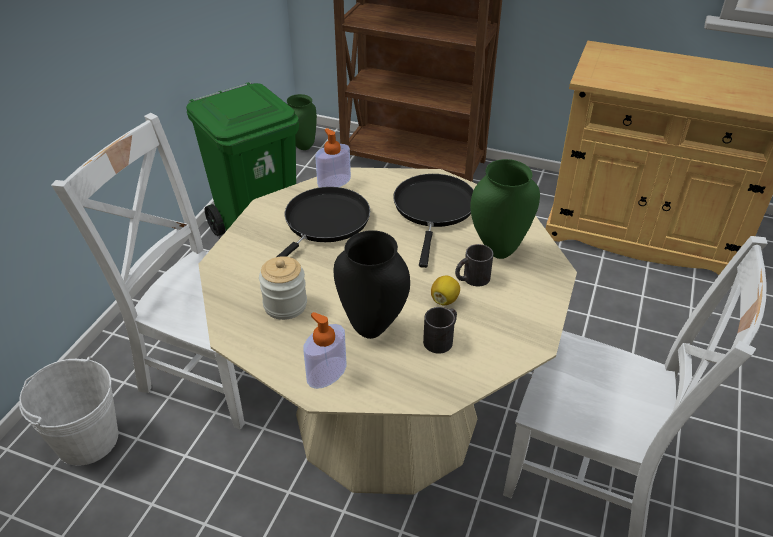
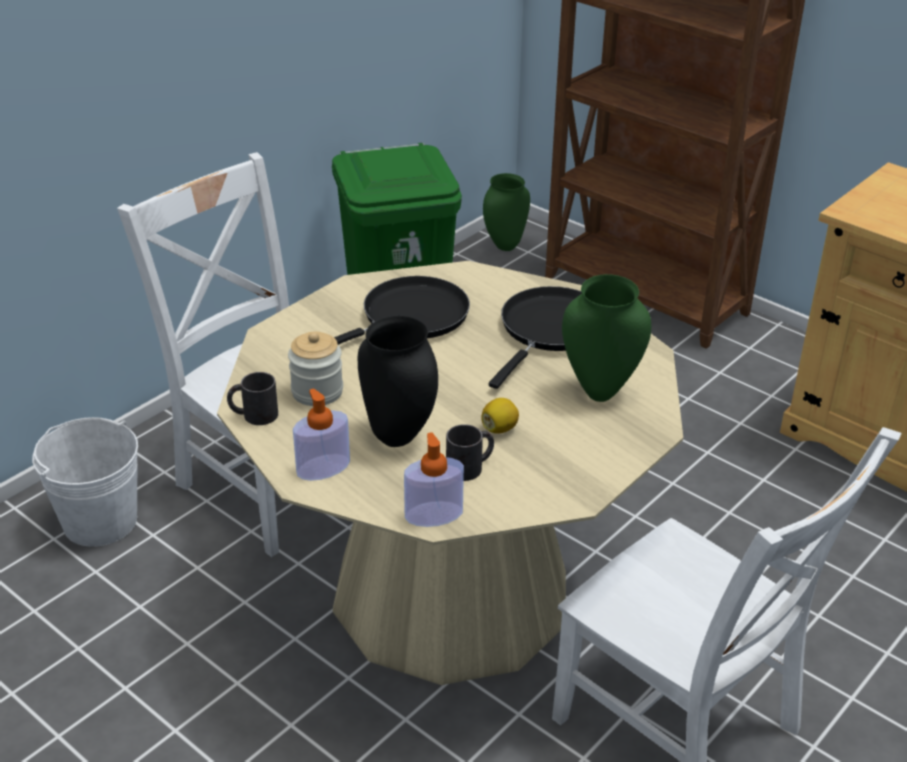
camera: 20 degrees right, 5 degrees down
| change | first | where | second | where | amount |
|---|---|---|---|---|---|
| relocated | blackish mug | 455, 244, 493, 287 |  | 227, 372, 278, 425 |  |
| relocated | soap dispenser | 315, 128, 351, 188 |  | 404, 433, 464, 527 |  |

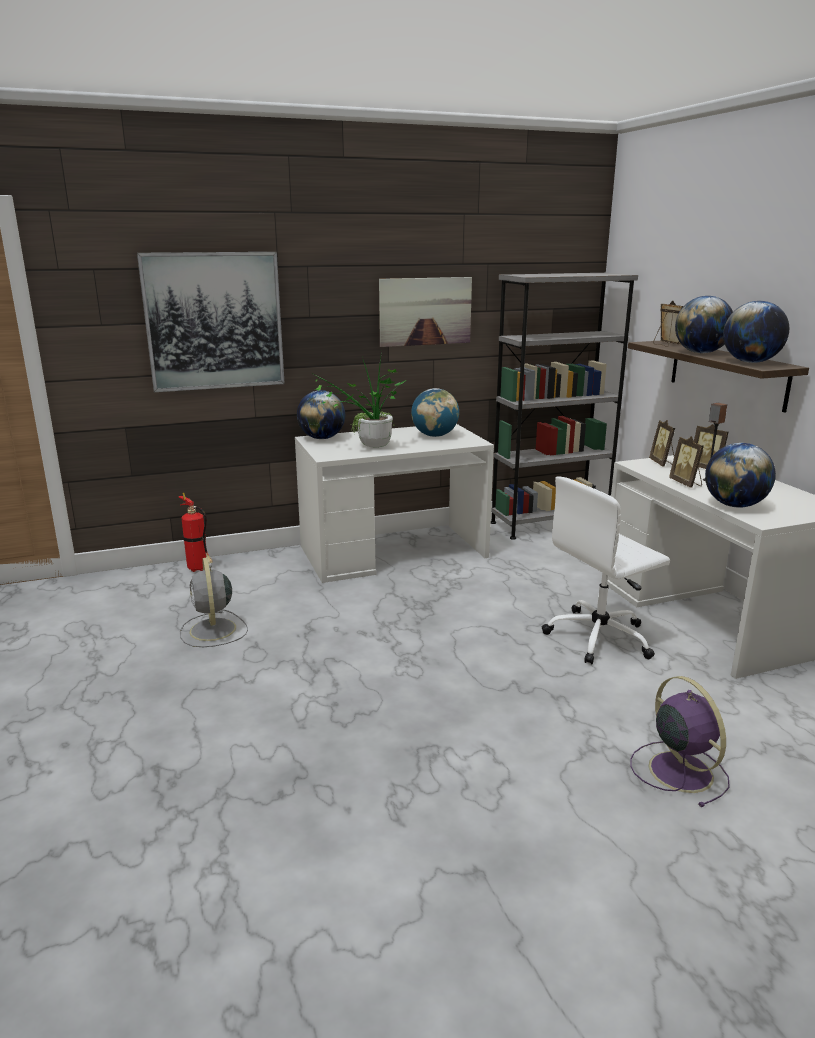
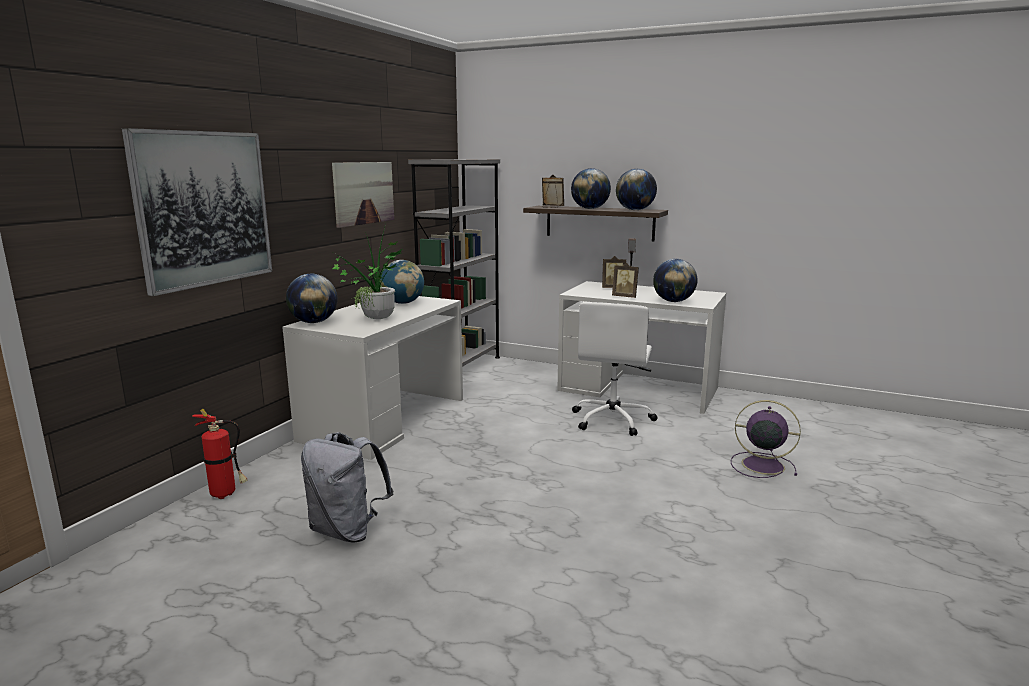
camera: 45 degrees left, 5 degrees down
| change | first | where | second | where | amount |
|---|---|---|---|---|---|
| exchanged | gray cooling fan | 180, 558, 248, 647 | gray backpack | 301, 432, 393, 543 |  |
| missing | picture frame | 649, 420, 675, 467 |  |  |  |

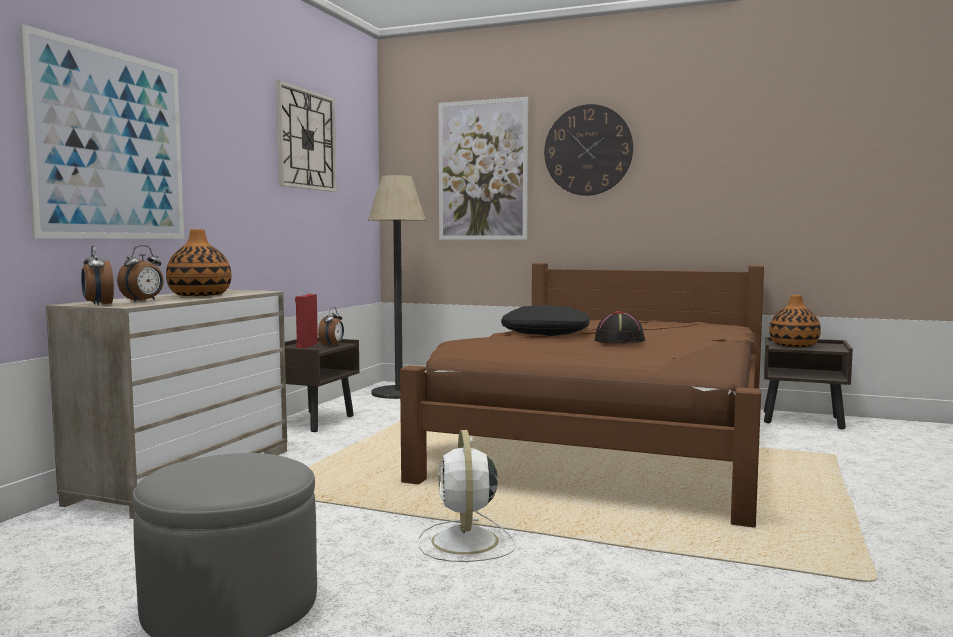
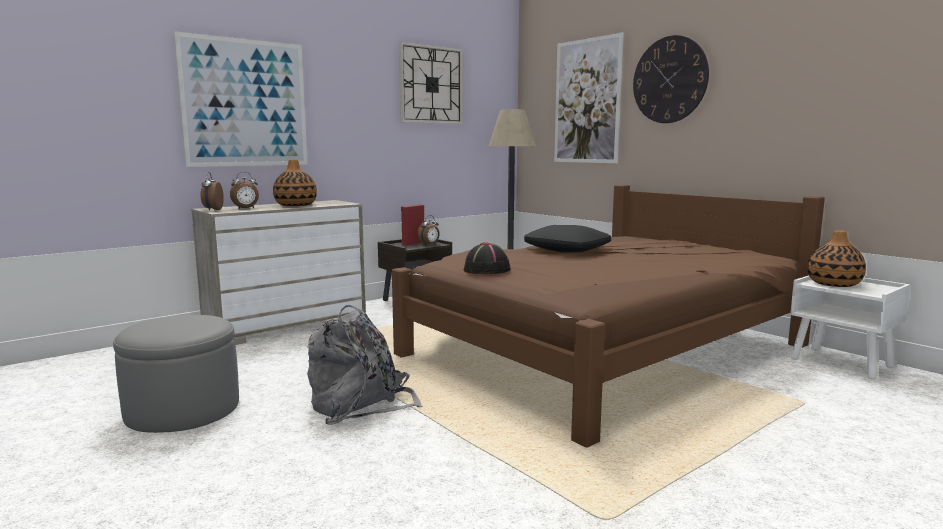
camera: 30 degrees right, 5 degrees up
| change | first | where | second | where | amount |
|---|---|---|---|---|---|
| exchanged | whitish cooling fan | 418, 430, 516, 562 | gray backpack | 307, 305, 423, 425 |  |
| relocated | blackish clothing hat | 595, 311, 645, 343 |  | 464, 242, 511, 274 |  |
| colour | brown nightstand | 764, 337, 853, 429 | whitish nightstand | 790, 275, 910, 379 |  |

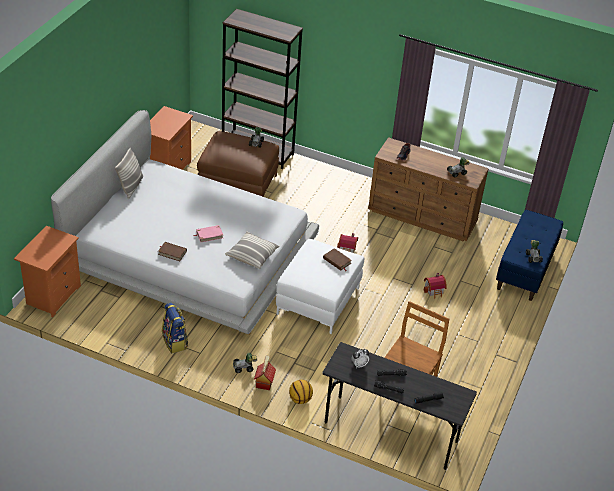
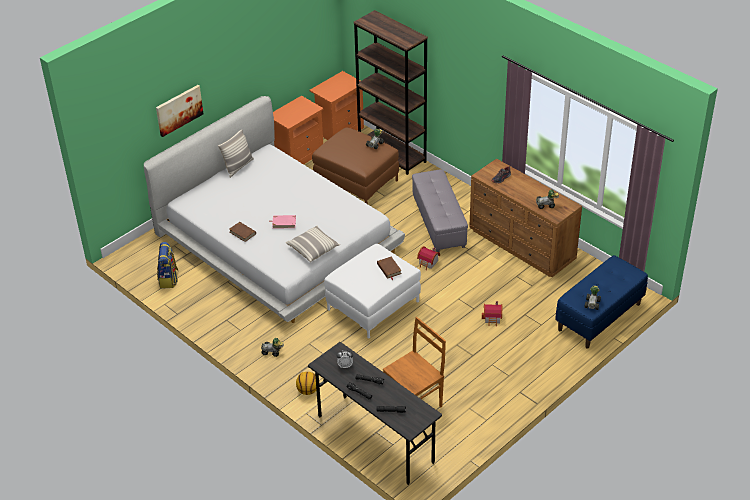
camera: 25 degrees right, 0 degrees up
| change | first | where | second | where | amount |
|---|---|---|---|---|---|
| appeared |  |  | wall picture | 156, 85, 203, 137 |  |
| relocated | backpack | 162, 302, 188, 353 |  | 157, 242, 179, 288 |  |
| relocated | orange nightstand | 14, 226, 81, 318 |  | 309, 71, 364, 140 |  |
| appeared |  |  | gray footrest | 412, 169, 468, 252 |  |
| missing | miniature house | 254, 356, 276, 390 |  |  |  |

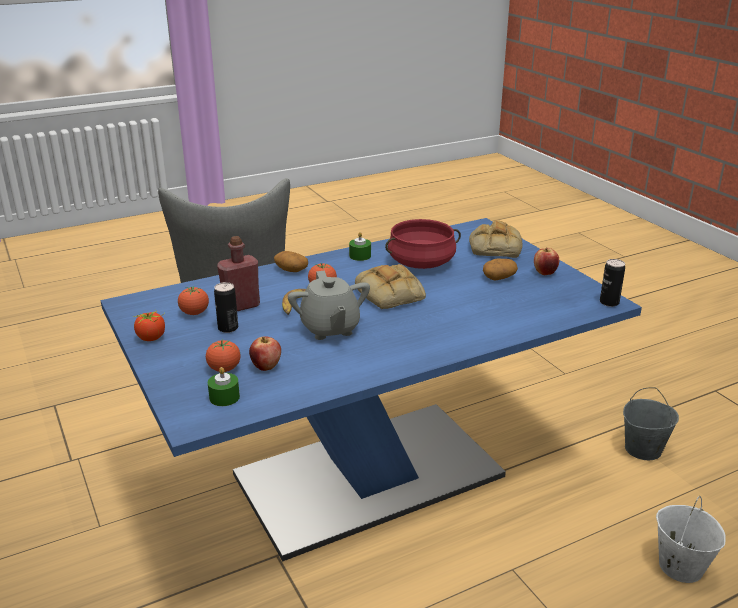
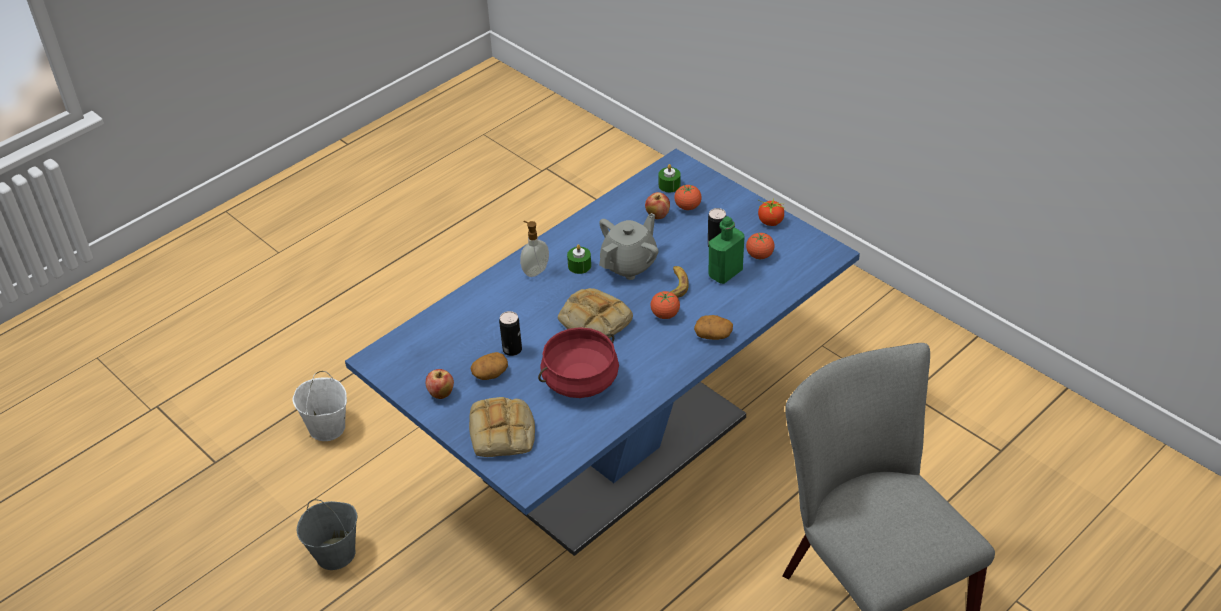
camera: 165 degrees right, 15 degrees up
| change | first | where | second | where | amount |
|---|---|---|---|---|---|
| relocated | can | 600, 259, 625, 307 |  | 499, 311, 522, 356 |  |
| appeared |  |  | soap dispenser | 520, 221, 549, 277 |  |
| relocated | green candle | 349, 232, 371, 261 |  | 567, 244, 591, 274 |  |
| spun | gray teapot | 288, 271, 370, 340 |  | 599, 213, 658, 280 | 75 degrees clockwise |
| colour | red bottle | 217, 236, 260, 311 | green bottle | 708, 216, 745, 284 |  |

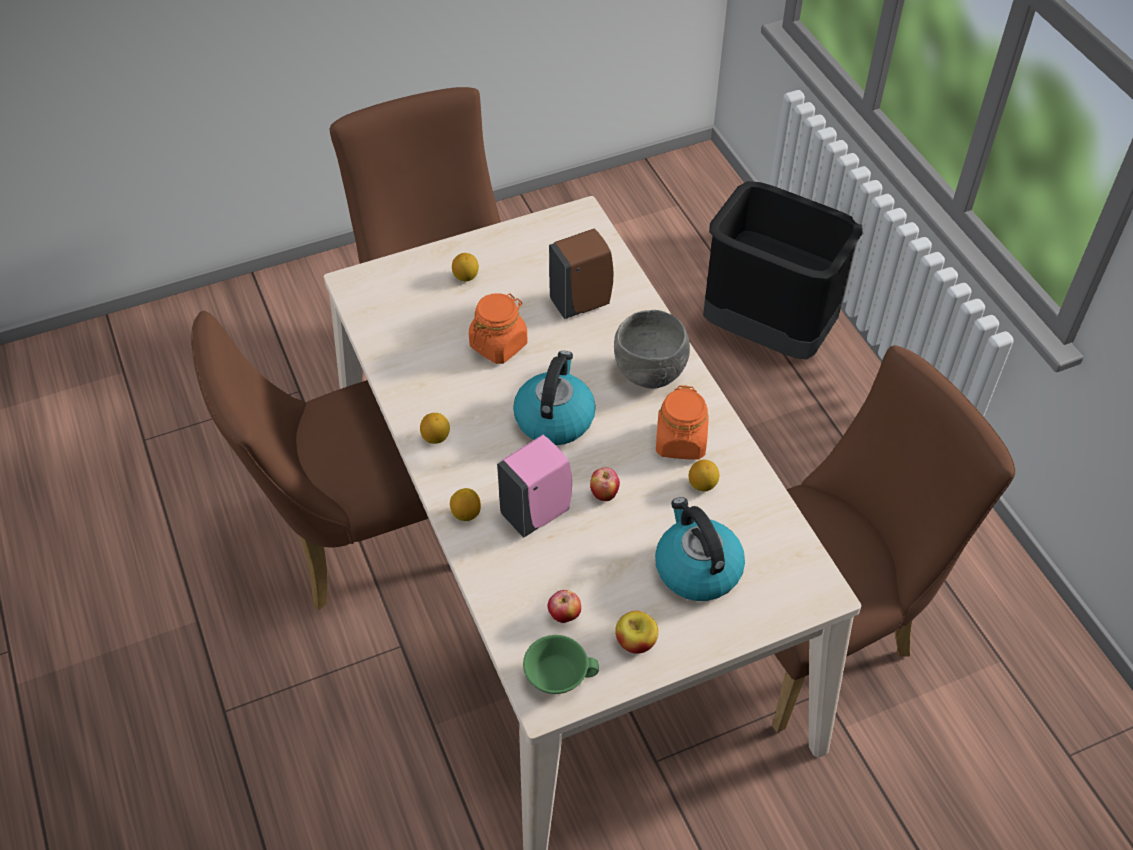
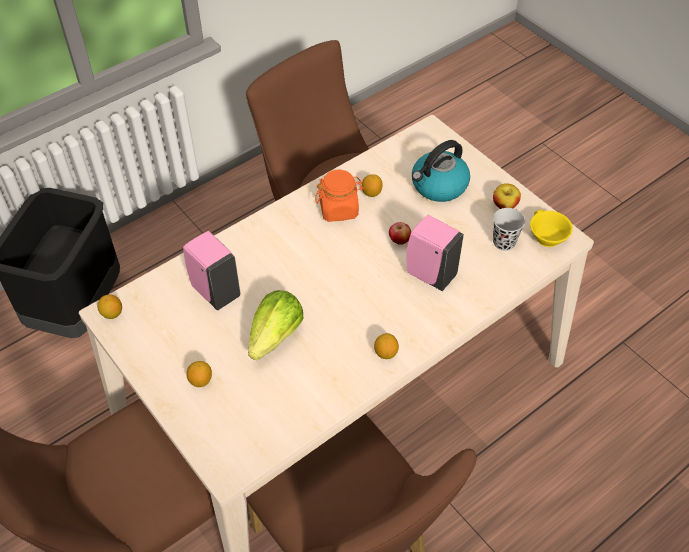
camera: 105 degrees left, 0 degrees up
| change | first | where | second | where | amount |
|---|---|---|---|---|---|
| relocated | citrus fruit | 450, 488, 481, 521 |  | 97, 294, 122, 319 |  |
| colour | brown soap dispenser | 549, 229, 614, 319 | pink-coloured soap dispenser | 183, 231, 241, 310 |  |
| exchanged | orange jar | 469, 293, 528, 364 | head of lettuce | 248, 290, 304, 360 |  |
| exchanged | apple | 548, 590, 581, 623 | blackish drinking cup | 493, 208, 525, 251 |  |
| colour | green drinking cup | 523, 635, 599, 694 | yellow drinking cup | 530, 210, 573, 247 |  |
| missing | tea kettle | 513, 351, 596, 445 |  |  |  |
| missing | gray serving bowl | 614, 310, 690, 389 |  |  |  |

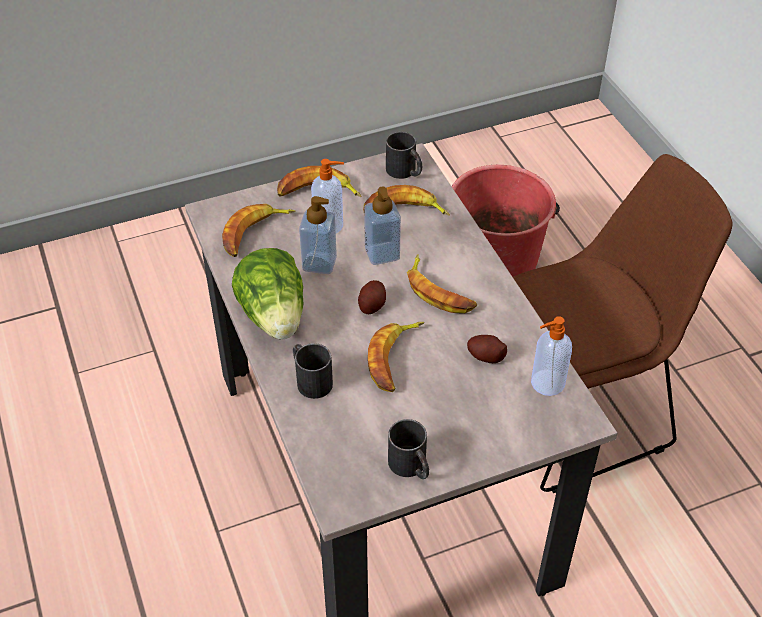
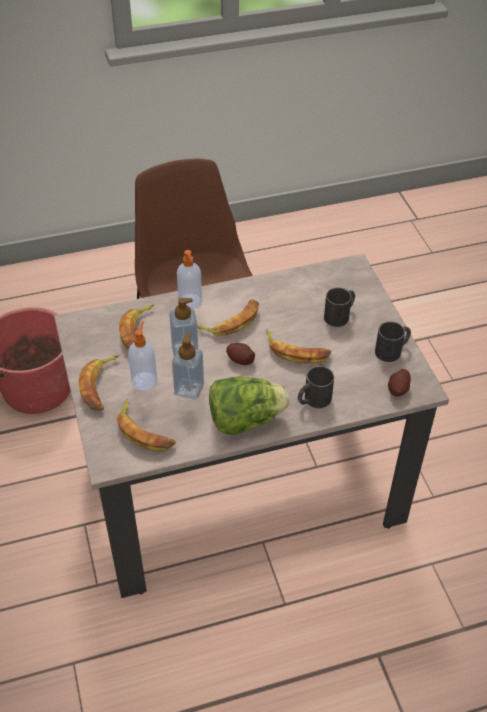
camera: 85 degrees left, 0 degrees up
| change | first | where | second | where | amount |
|---|---|---|---|---|---|
| relocated | soap dispenser | 531, 316, 572, 396 |  | 177, 250, 202, 309 |  |
| relocated | blackish mug | 386, 132, 422, 179 |  | 324, 288, 355, 327 |  |
| relocated | spud | 467, 335, 507, 363 |  | 388, 369, 411, 397 |  |

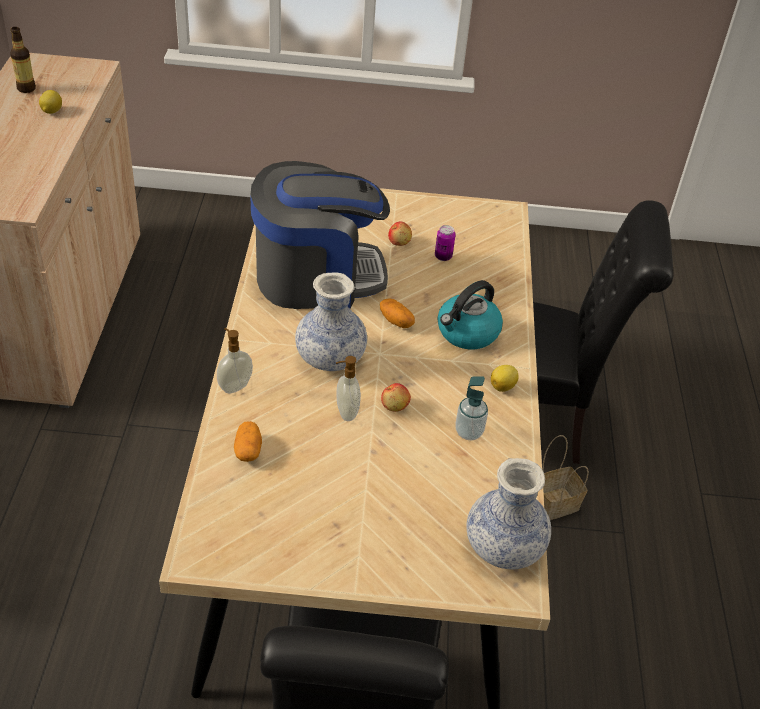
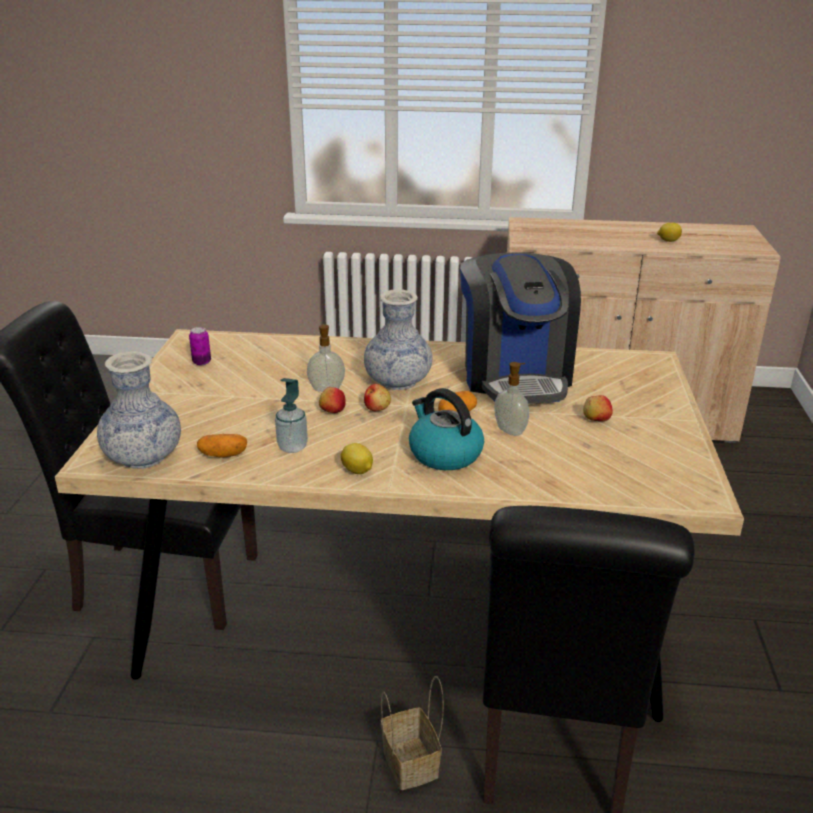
camera: 95 degrees right, 15 degrees down
| change | first | where | second | where | amount |
|---|---|---|---|---|---|
| relocated | can | 435, 225, 456, 261 |  | 189, 327, 211, 365 |  |
| relocated | spud | 234, 421, 262, 462 |  | 197, 434, 247, 458 |  |
| appeared |  |  | apple | 364, 384, 391, 411 |  |
| relocated | soap dispenser | 217, 328, 253, 393 |  | 494, 362, 529, 436 |  |
| missing | bottle | 10, 27, 36, 93 |  |  |  |

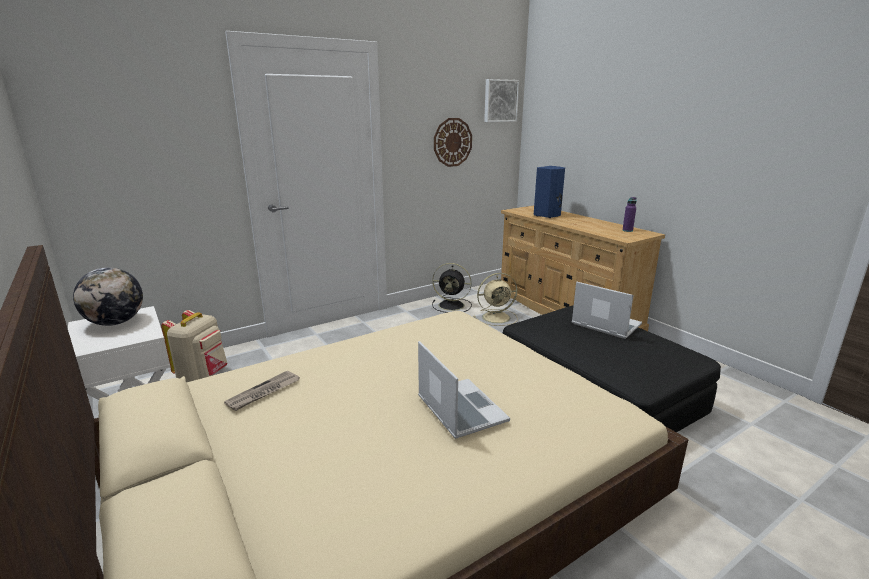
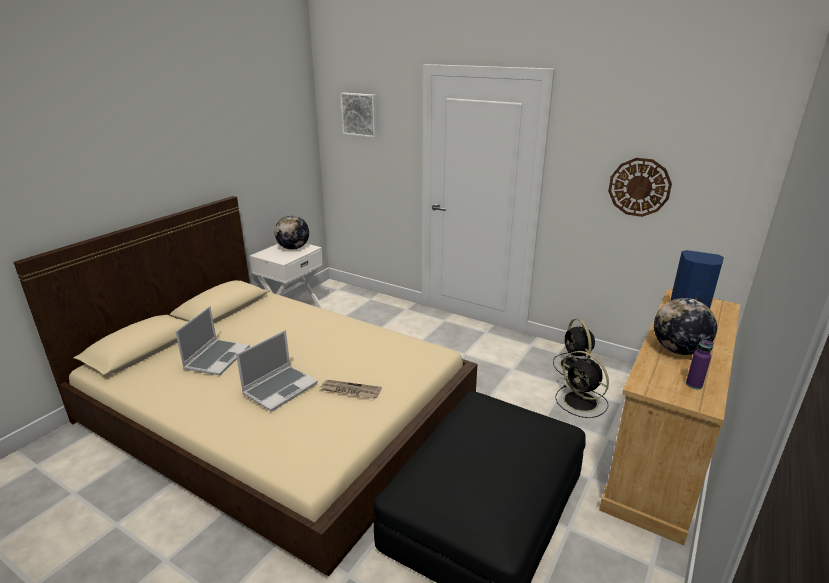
camera: 65 degrees right, 5 degrees up
| change | first | where | second | where | amount |
|---|---|---|---|---|---|
| relocated | notebook computer | 572, 282, 642, 339 |  | 175, 306, 250, 375 |  |
| relocated | newspaper | 224, 371, 300, 411 |  | 320, 380, 382, 399 |  |
| relocated | wall picture | 484, 79, 519, 122 |  | 340, 92, 377, 138 |  |
| colour | beige cooling fan | 473, 273, 518, 326 | blackish cooling fan | 555, 351, 609, 418 |  |
| appeared |  |  | globe | 654, 298, 717, 355 |  |
| missing | beige backpack | 161, 310, 228, 382 |  |  |  |

